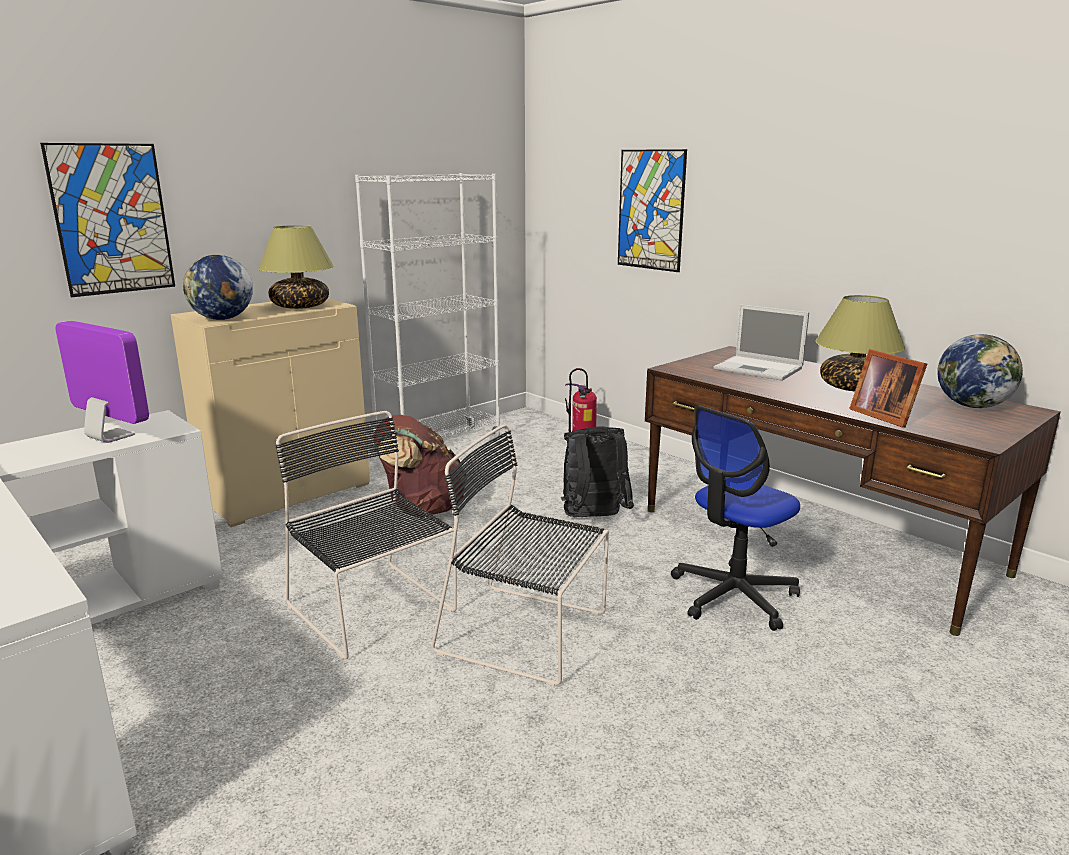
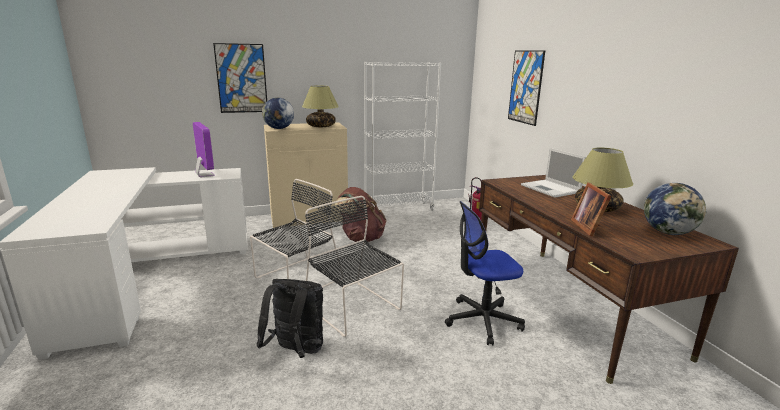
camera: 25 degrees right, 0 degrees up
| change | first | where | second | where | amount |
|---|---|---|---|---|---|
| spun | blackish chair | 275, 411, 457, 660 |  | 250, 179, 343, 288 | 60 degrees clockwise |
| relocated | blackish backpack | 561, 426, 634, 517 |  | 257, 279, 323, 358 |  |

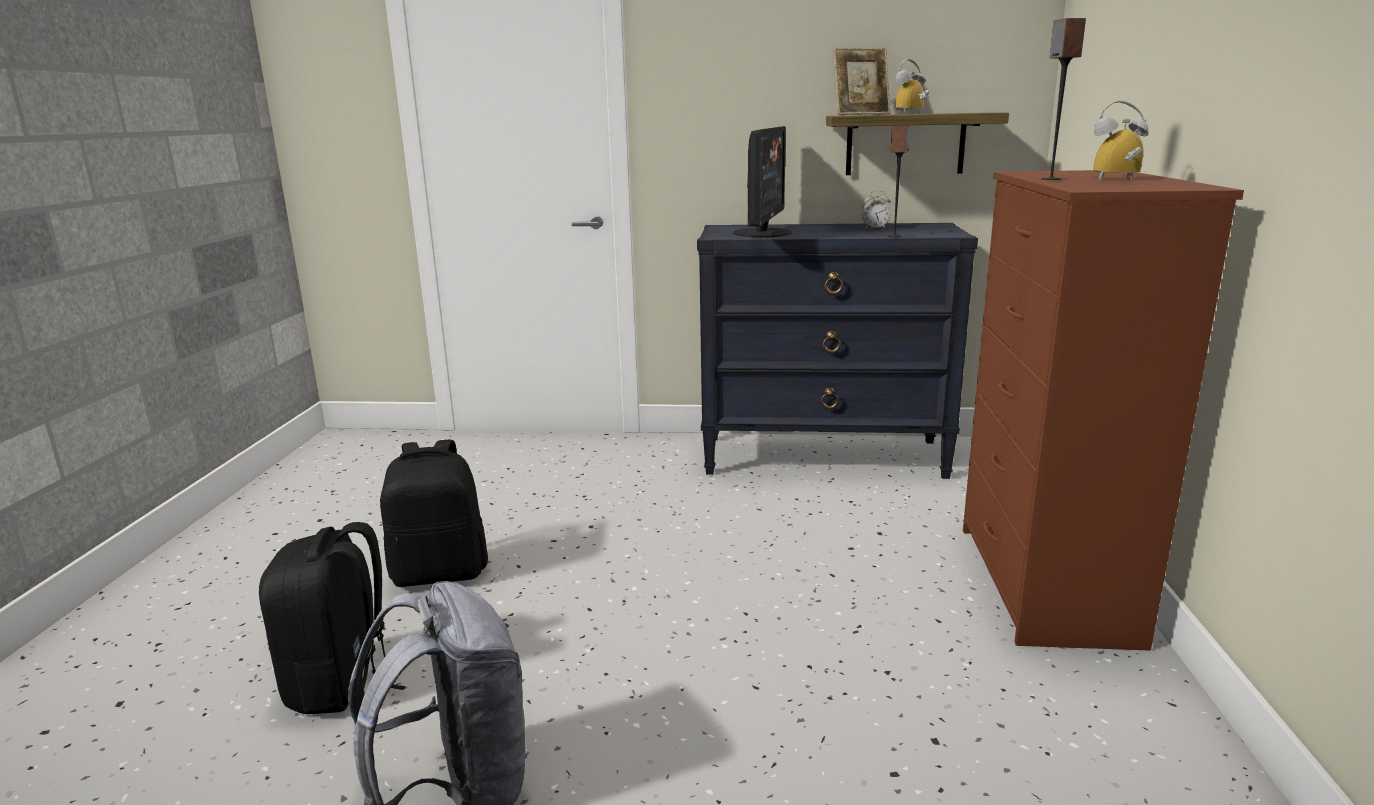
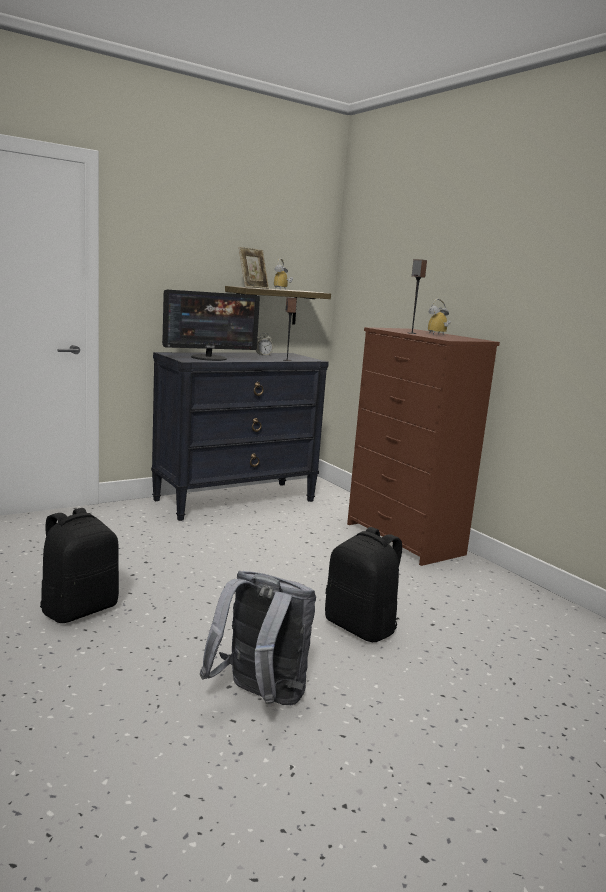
camera: 40 degrees left, 5 degrees down
| change | first | where | second | where | amount |
|---|---|---|---|---|---|
| spun | computer screen | 733, 126, 792, 237 |  | 162, 290, 260, 361 | 90 degrees clockwise |
| relocated | blackish backpack | 259, 522, 405, 714 |  | 325, 527, 402, 642 |  |

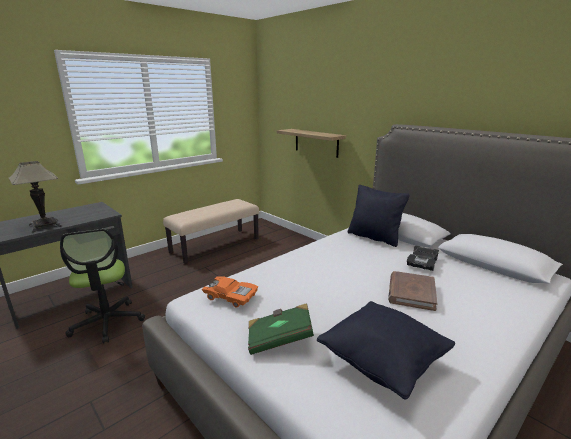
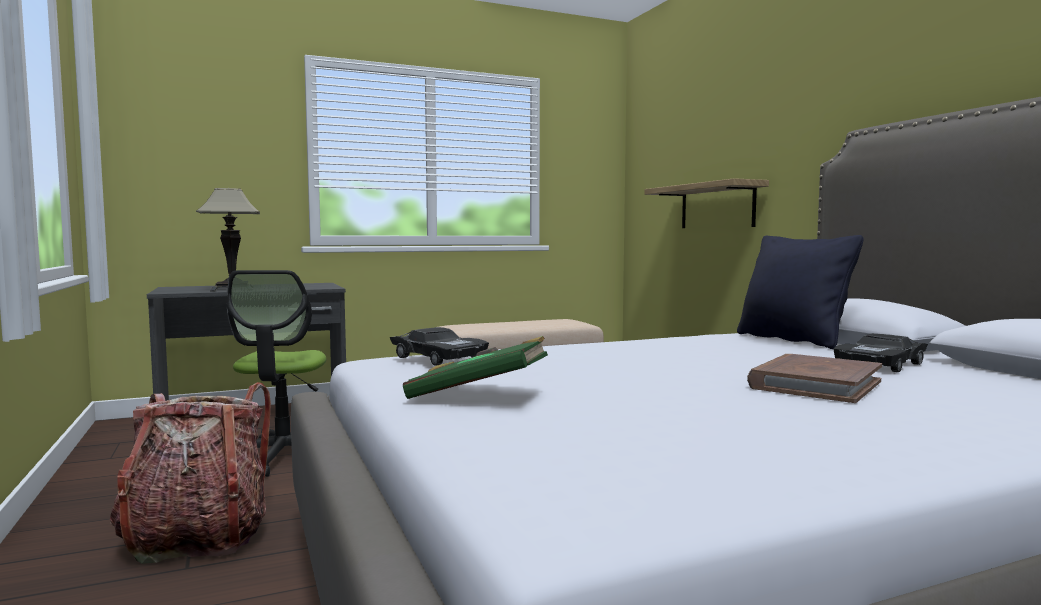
camera: 20 degrees right, 15 degrees down
| change | first | where | second | where | amount |
|---|---|---|---|---|---|
| appeared |  |  | backpack | 110, 382, 271, 564 |  |
| colour | orange miniature car | 202, 276, 258, 308 | blackish miniature car | 390, 327, 489, 366 |  |
| missing | blackish cushion | 317, 301, 455, 399 |  |  |  |

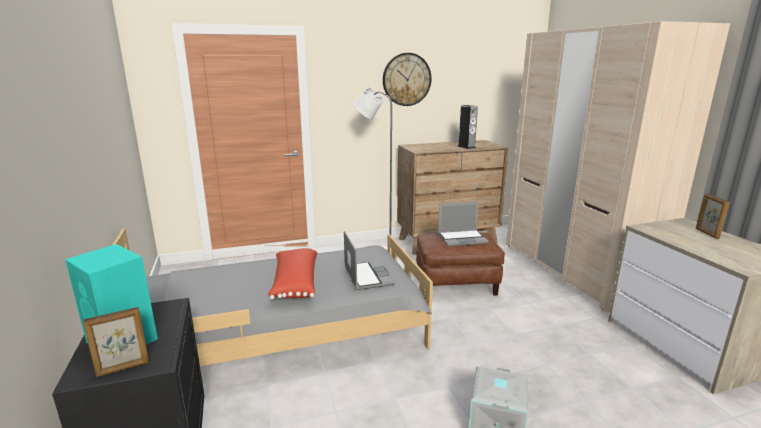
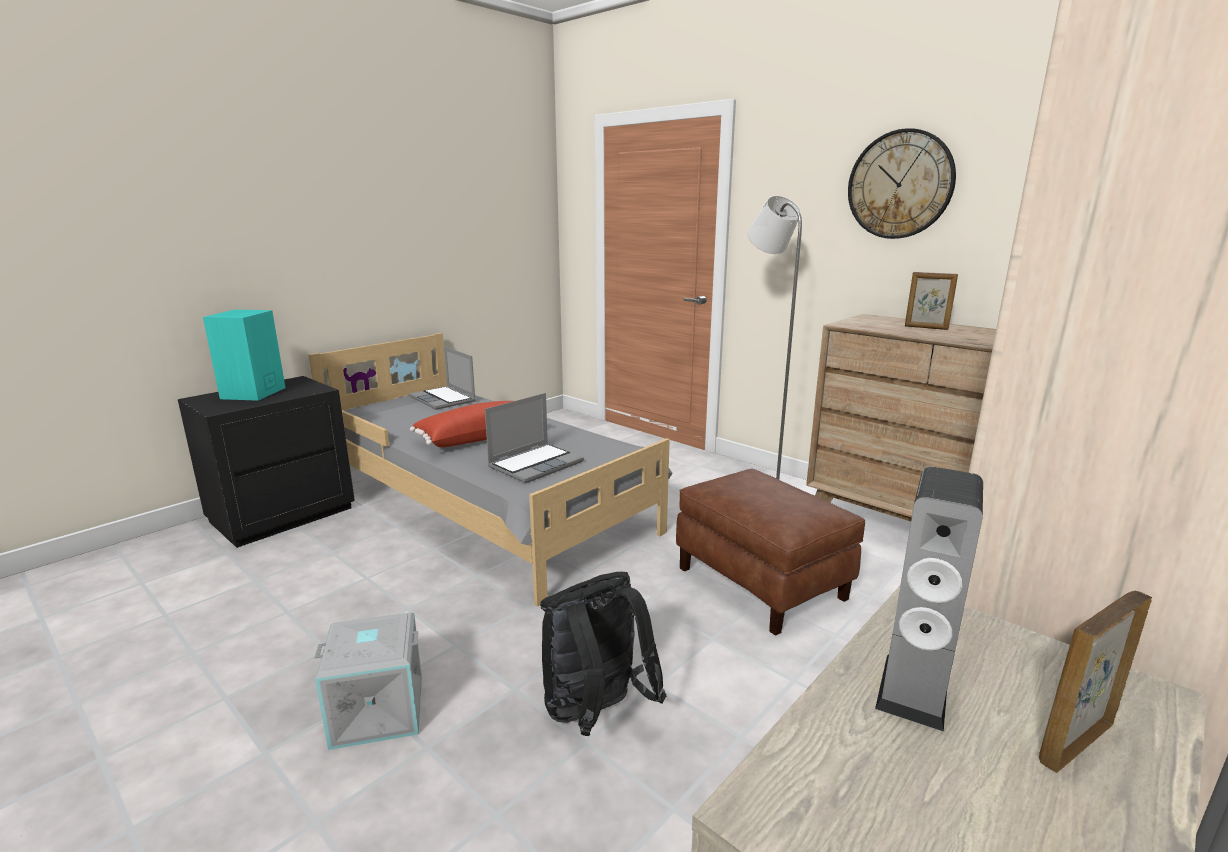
camera: 60 degrees right, 0 degrees up
| change | first | where | second | where | amount |
|---|---|---|---|---|---|
| relocated | notebook computer | 438, 202, 488, 246 |  | 409, 347, 476, 410 |  |
| appeared |  |  | blackish backpack | 540, 572, 666, 736 |  |
| relocated | audio speaker | 457, 105, 478, 149 |  | 875, 467, 983, 732 |  |
| relocated | picture frame | 83, 307, 149, 377 |  | 905, 272, 958, 330 |  |

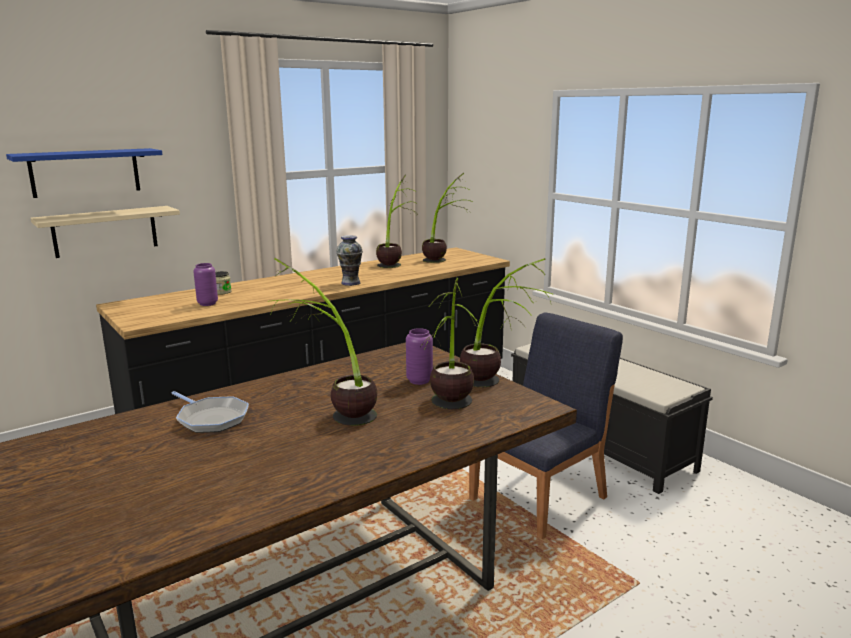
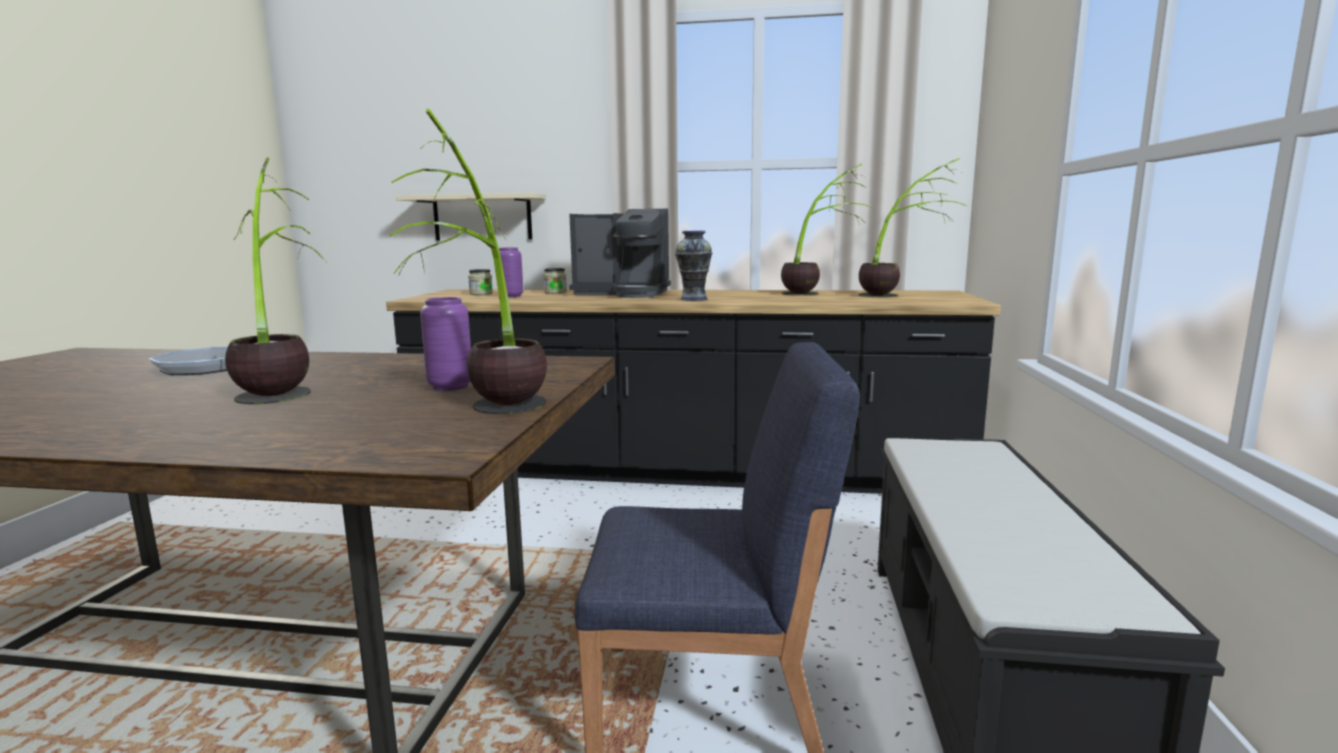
camera: 45 degrees right, 5 degrees down
| change | first | where | second | where | amount |
|---|---|---|---|---|---|
| appeared |  |  | jar | 468, 269, 493, 295 |  |
| appeared |  |  | coffee maker | 569, 209, 671, 298 |  |
| missing | blue wall shelf | 6, 148, 163, 198 |  |  |  |
| missing | houseplant | 421, 278, 481, 409 |  |  |  |

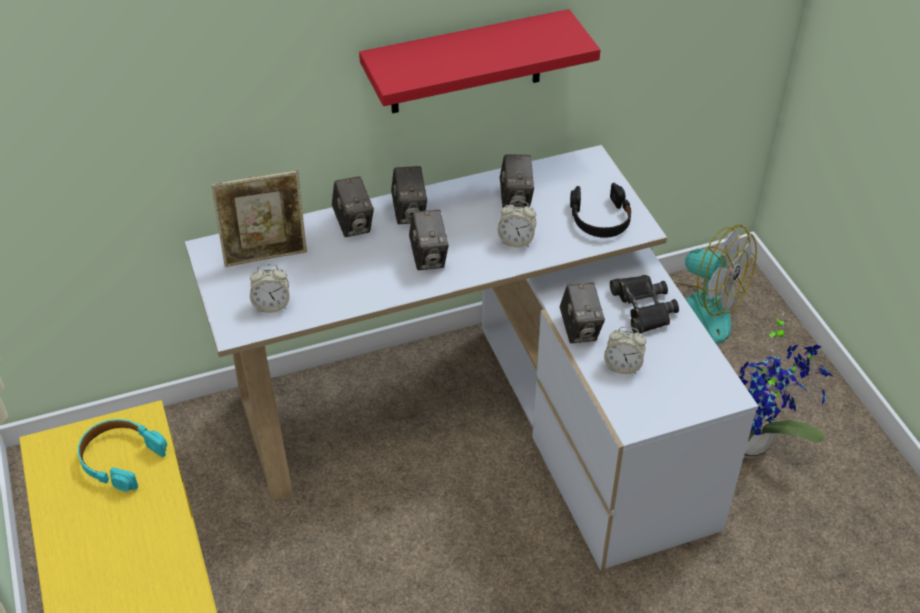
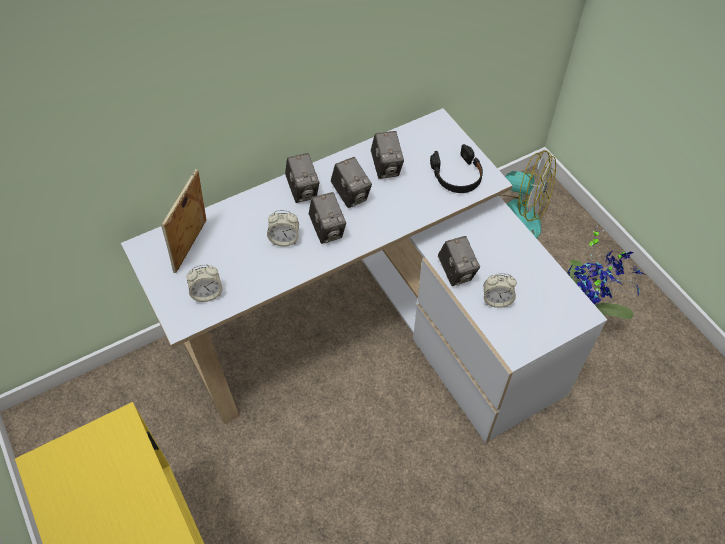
camera: 10 degrees left, 10 degrees up
| change | first | where | second | where | amount |
|---|---|---|---|---|---|
| spun | picture frame | 211, 170, 307, 267 |  | 161, 169, 207, 273 | 135 degrees clockwise |
| relocated | alarm clock | 497, 200, 536, 247 |  | 267, 210, 299, 246 |  |
| relocated | photo camera | 332, 176, 374, 237 |  | 331, 157, 372, 208 |  |
| missing | blue-green pair of headphones | 78, 419, 167, 491 |  |  |  |
| missing | red wall shelf | 359, 9, 600, 113 |  |  |  |
| missing | blackish field glasses | 610, 275, 679, 334 |  |  |  |

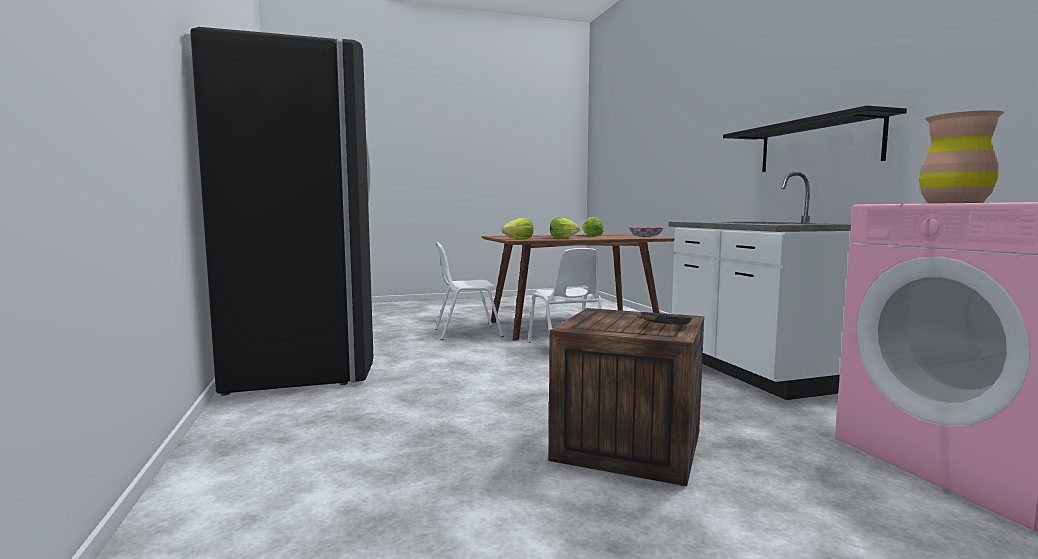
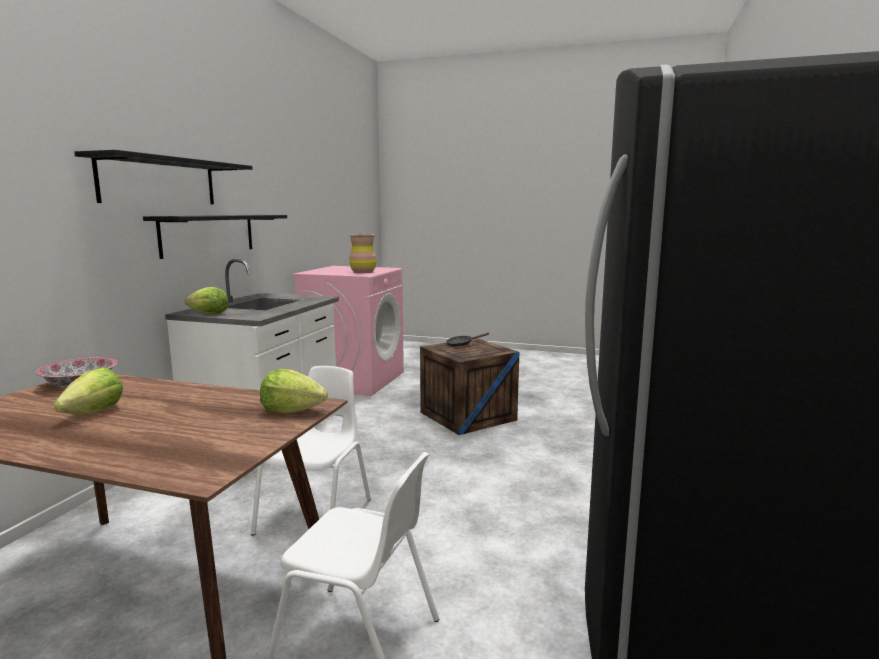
camera: 145 degrees left, 5 degrees up
| change | first | where | second | where | amount |
|---|---|---|---|---|---|
| appeared |  |  | blackish wall shelf | 74, 150, 253, 205 |  |
| relocated | head of lettuce | 550, 217, 580, 238 |  | 185, 287, 229, 314 |  |

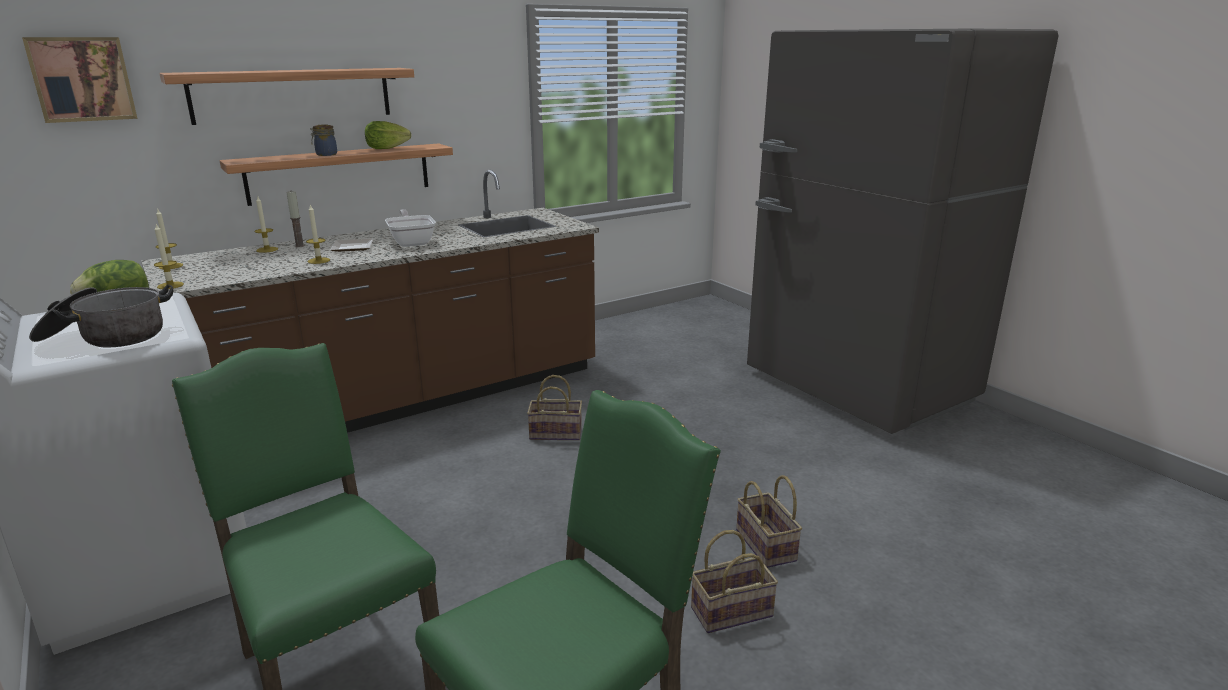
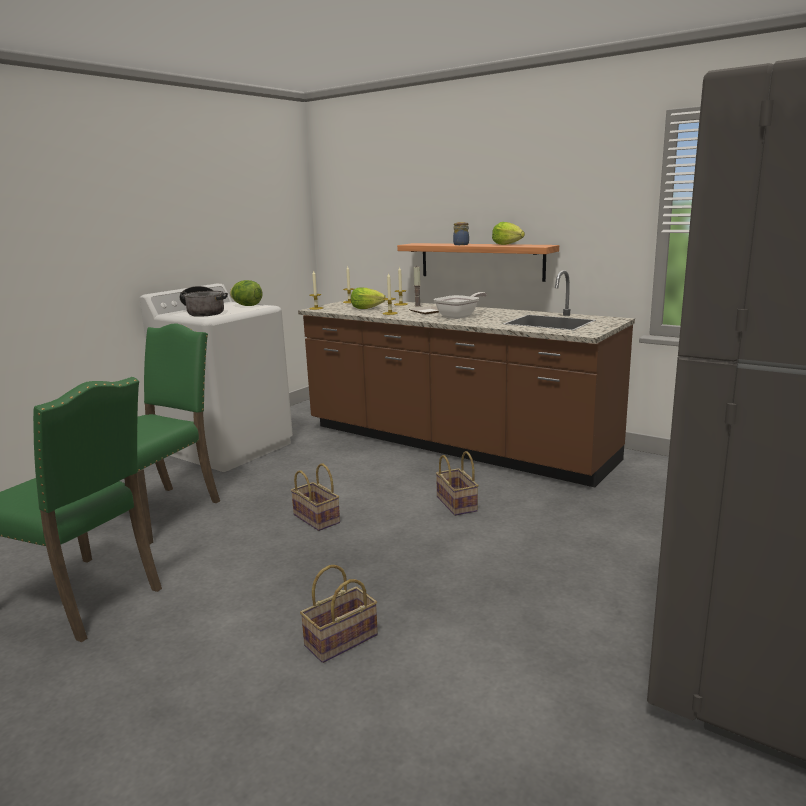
camera: 70 degrees right, 5 degrees down
| change | first | where | second | where | amount |
|---|---|---|---|---|---|
| relocated | household basket | 691, 530, 778, 633 |  | 291, 463, 340, 531 |  |
| appeared |  |  | head of lettuce | 351, 287, 386, 309 |  |
| missing | wall picture | 22, 37, 137, 123 |  |  |  |
| missing | wall shelf | 159, 68, 414, 125 |  |  |  |

